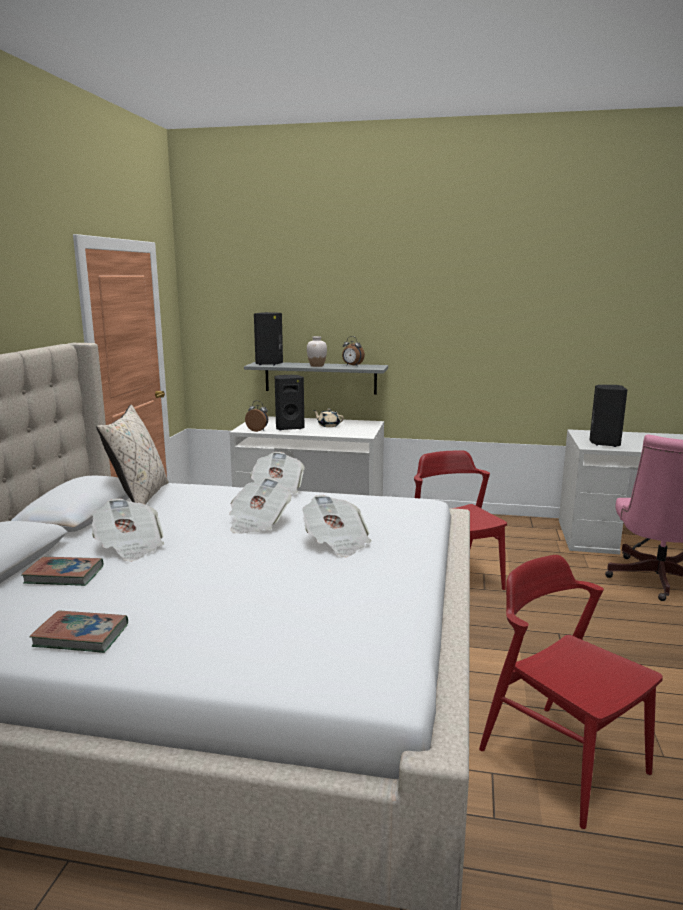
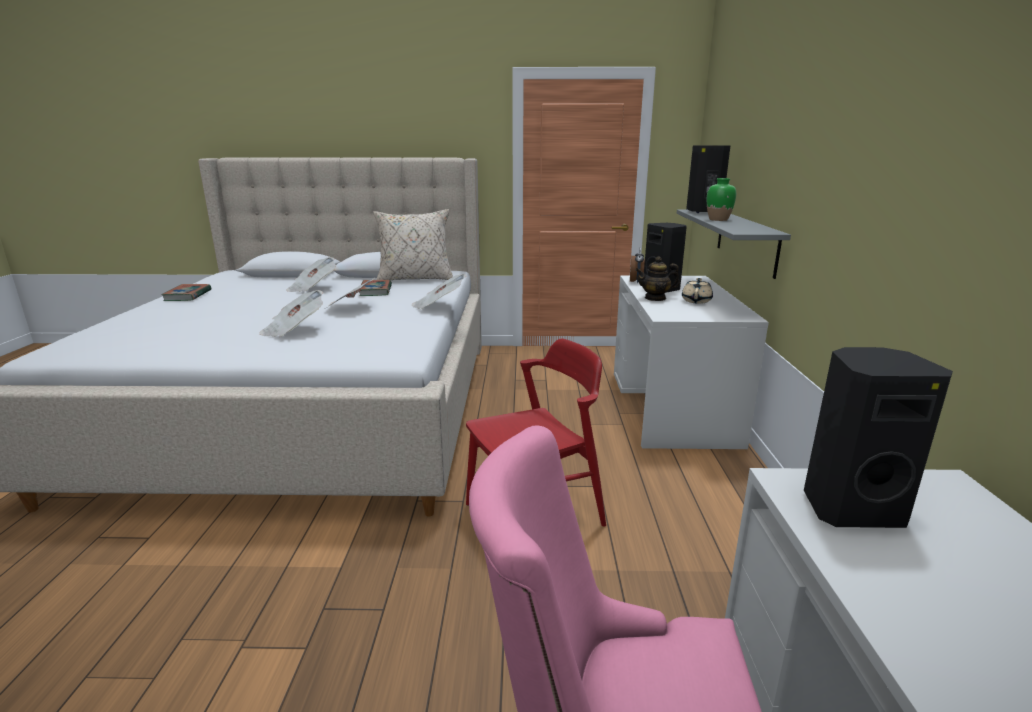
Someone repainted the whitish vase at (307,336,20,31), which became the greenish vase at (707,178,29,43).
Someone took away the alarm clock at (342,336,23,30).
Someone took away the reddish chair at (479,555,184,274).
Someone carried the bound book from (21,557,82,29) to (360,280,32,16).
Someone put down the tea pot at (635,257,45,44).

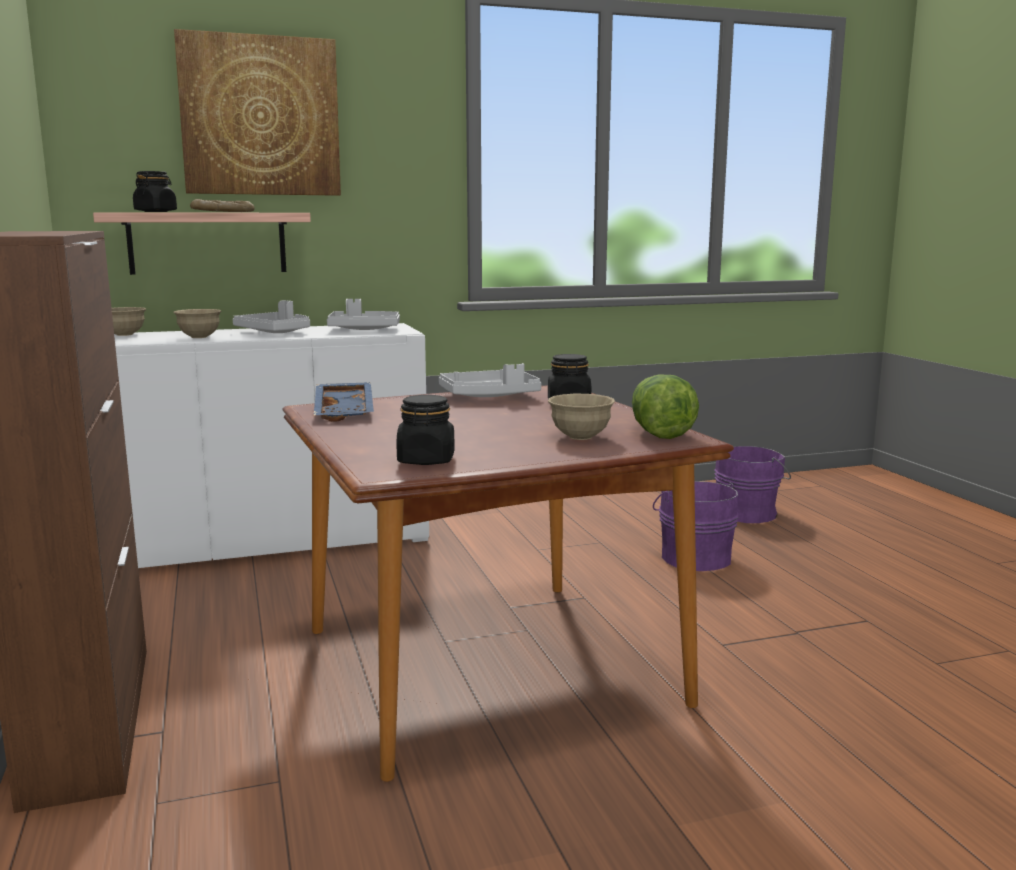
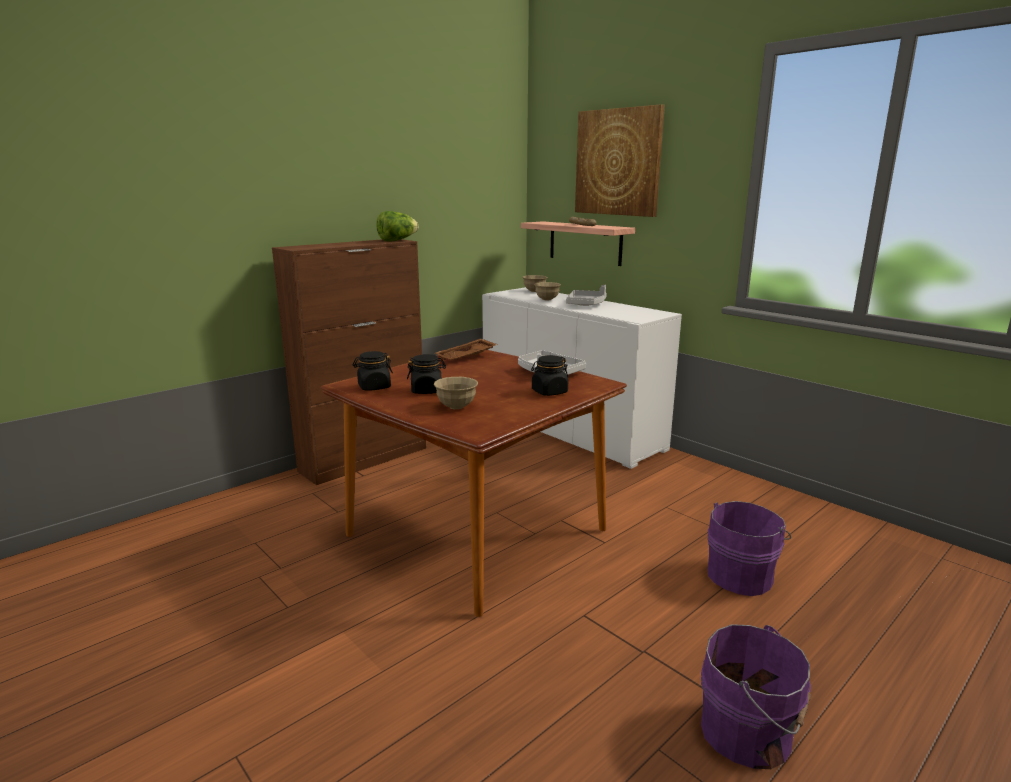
Someone carried the black-coloured storage jar from (133,171,44,41) to (407,354,39,40).
Someone took away the gray carrying tray at (327,299,73,31).
Someone carried the head of lettuce from (632,375,67,64) to (376,211,42,30).
Someone repainted the blue-coloured carrying tray at (314,382,60,40), which became the brownish carrying tray at (435,339,63,21).
Someone carried the purple bucket from (714,443,77,80) to (701,624,110,145).

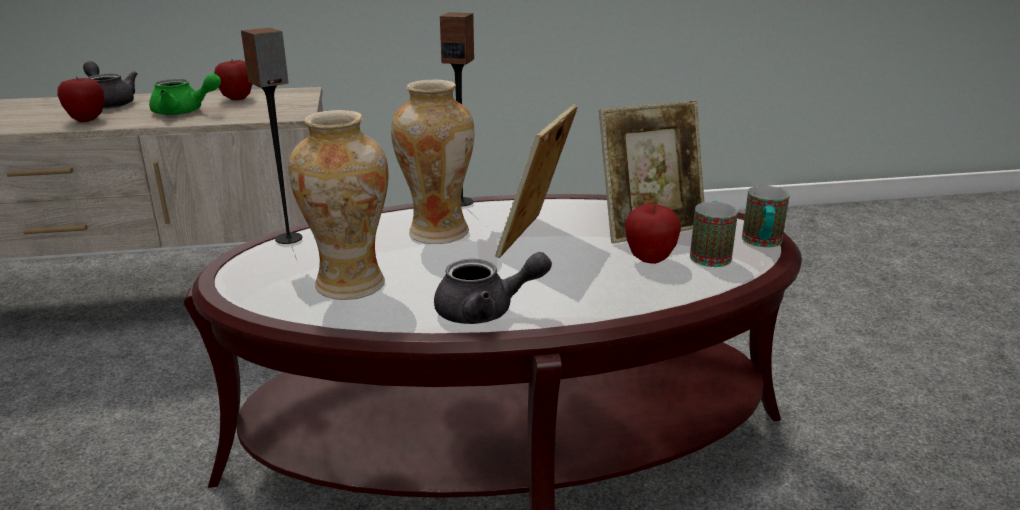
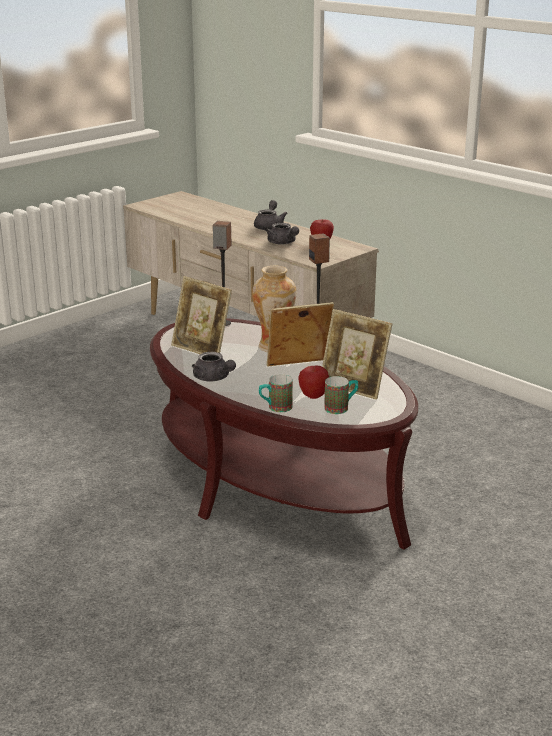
Someone repainted the greenish tea pot at (149,73,72,42), which became the gray tea pot at (266,223,33,22).
Someone took away the whole apple at (57,76,48,46).
Someone swapped the vase at (288,110,101,190) for the photo frame at (171,276,61,78).
Someone carried the tea mug from (742,186,48,61) to (259,374,34,38).

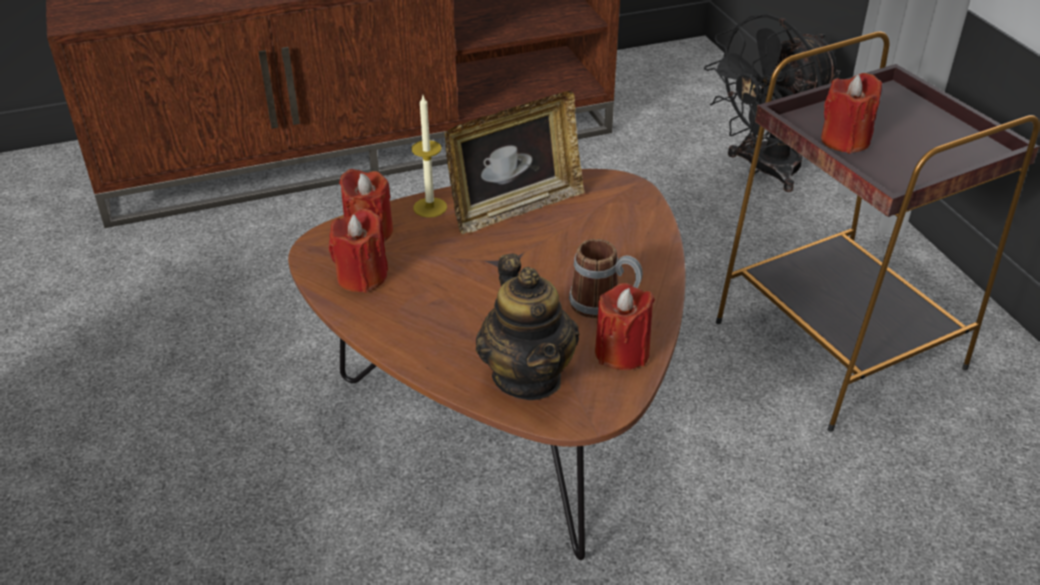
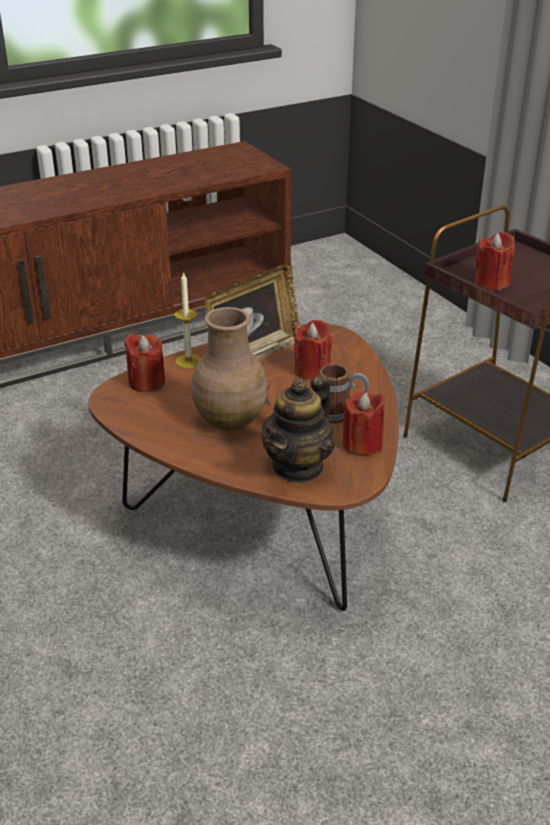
Someone took away the black-coloured cooling fan at (704,14,137,178).
Someone carried the reddish wax light from (329,209,59,84) to (294,320,38,60).
Someone rotated the tea pot at (476,254,103,146) by 60 degrees clockwise.
Someone put down the brownish vase at (192,307,76,124).

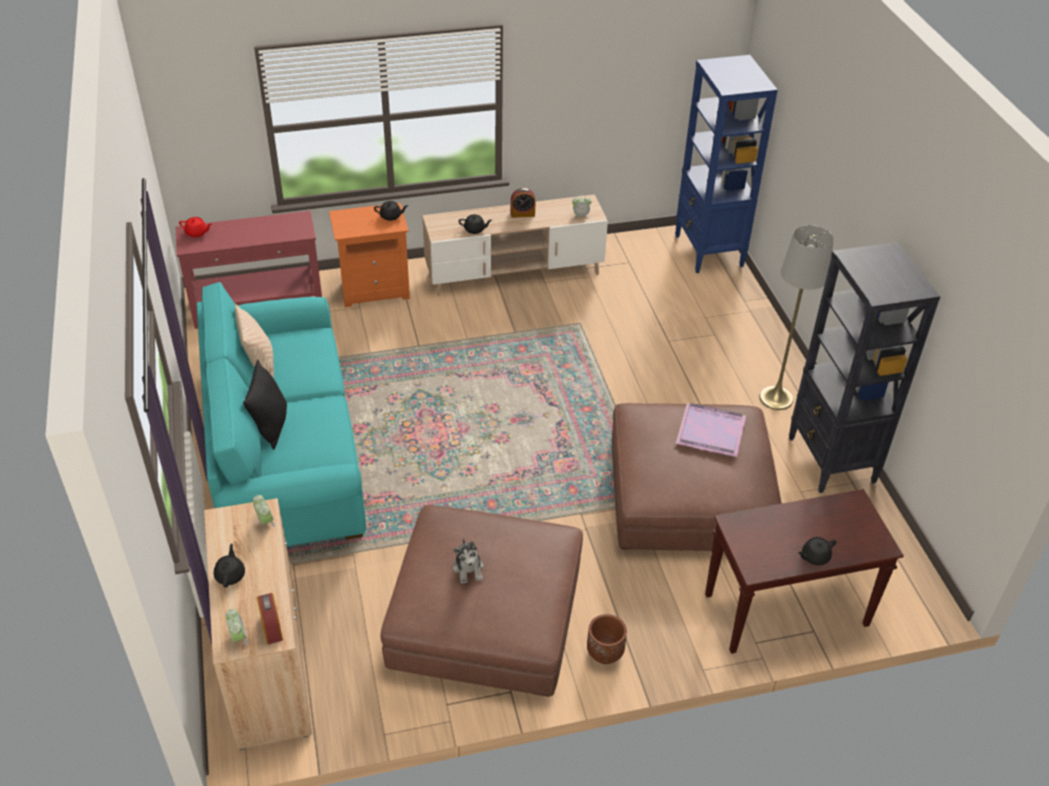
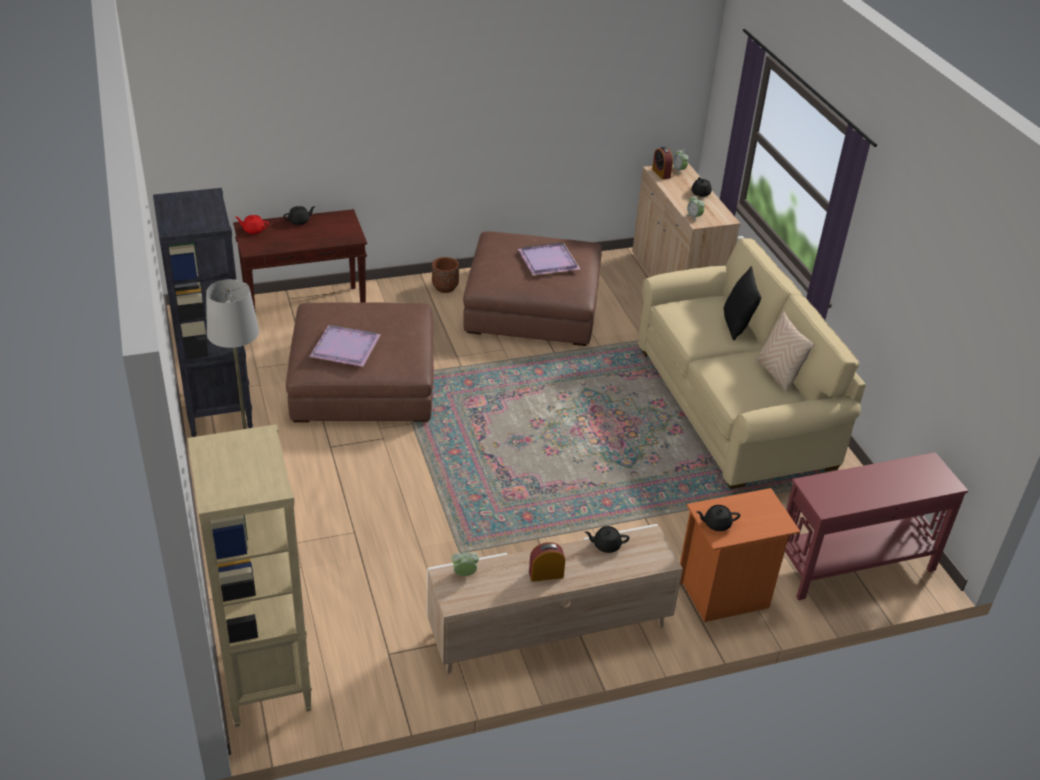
Someone repainted the blue-coloured bookshelf at (675,55,103,218), which became the beige-coloured bookshelf at (188,424,124,303).
Someone carried the reddish tea pot from (179,217,33,20) to (236,215,33,19).
Someone repainted the turquoise-coloured settee at (197,282,169,264), which became the beige-coloured settee at (638,238,228,251).
Someone swapped the cuddly toy at (453,538,31,46) for the purple carrying tray at (518,242,62,33).

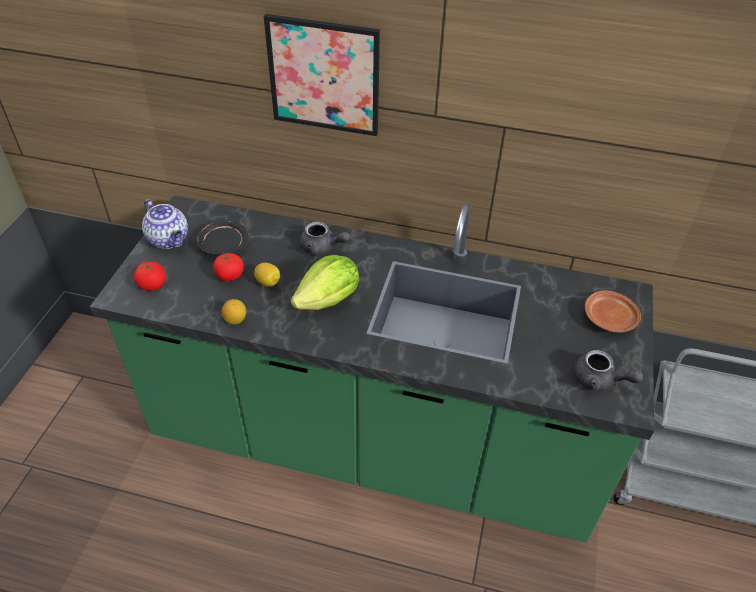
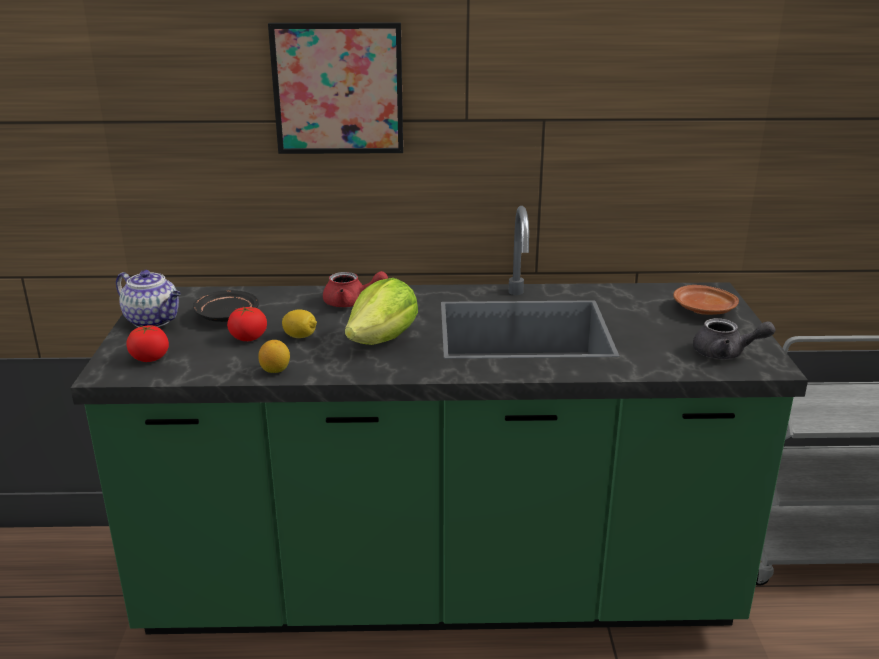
Someone repainted the gray tea pot at (300,221,50,33), which became the reddish tea pot at (323,271,65,36).

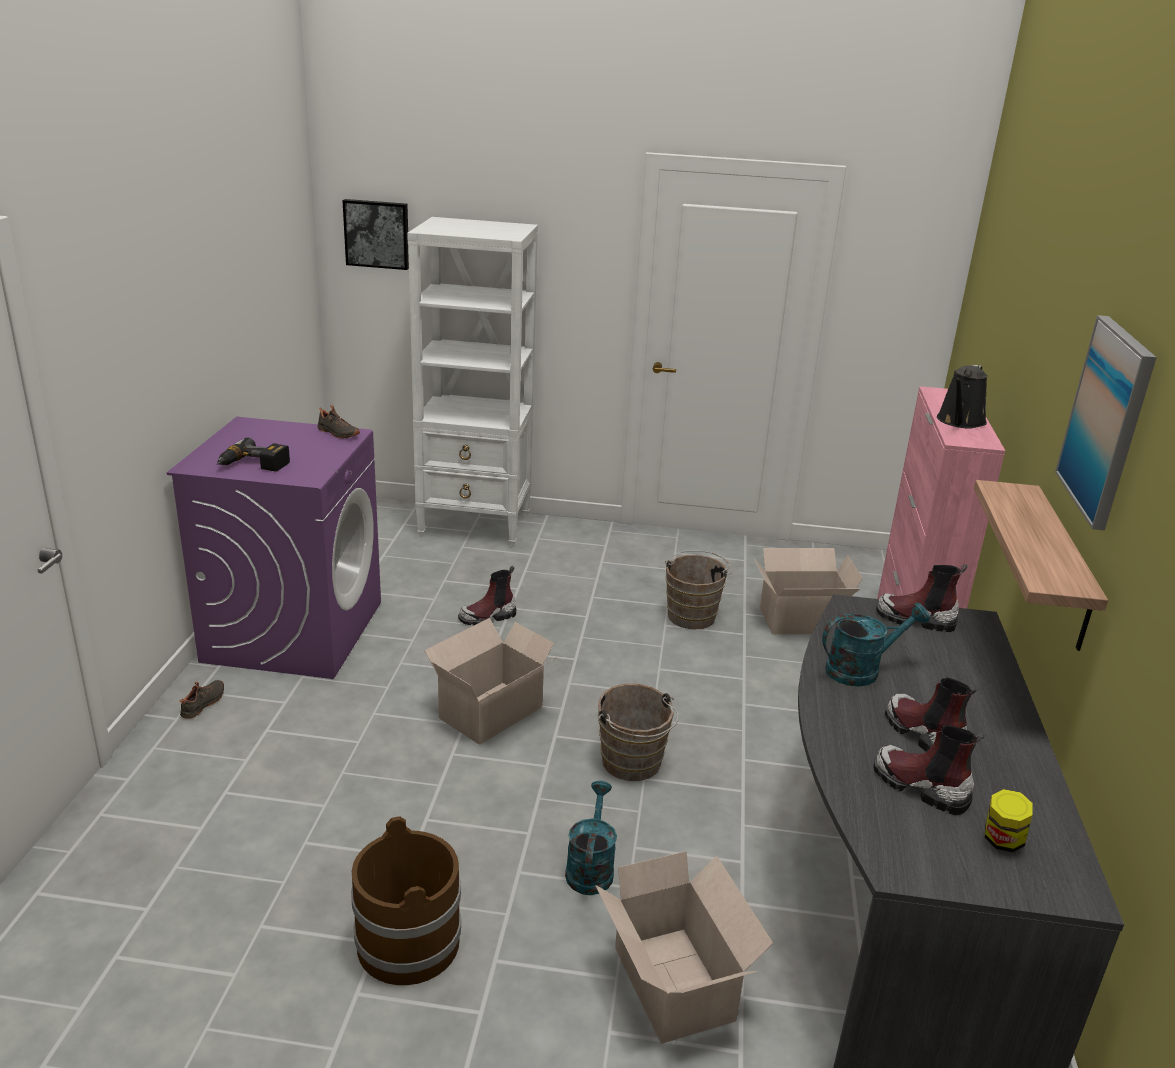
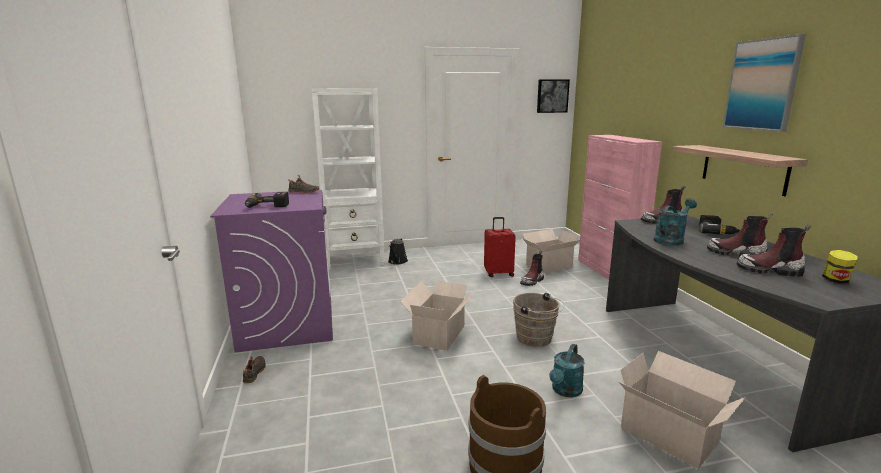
Someone carried the picture from (342,199,67,71) to (537,79,33,34).
Someone carried the black-coloured watering can from (937,365,50,64) to (388,238,20,27).
Someone swapped the brownish bucket at (665,550,67,79) for the reddish suitcase at (484,217,32,60).
Someone carried the boot from (458,566,58,59) to (520,251,24,35).
Someone rotated the turquoise-coloured watering can at (565,781,52,114) by 135 degrees counterclockwise.
Someone put down the drill at (699,215,41,19).

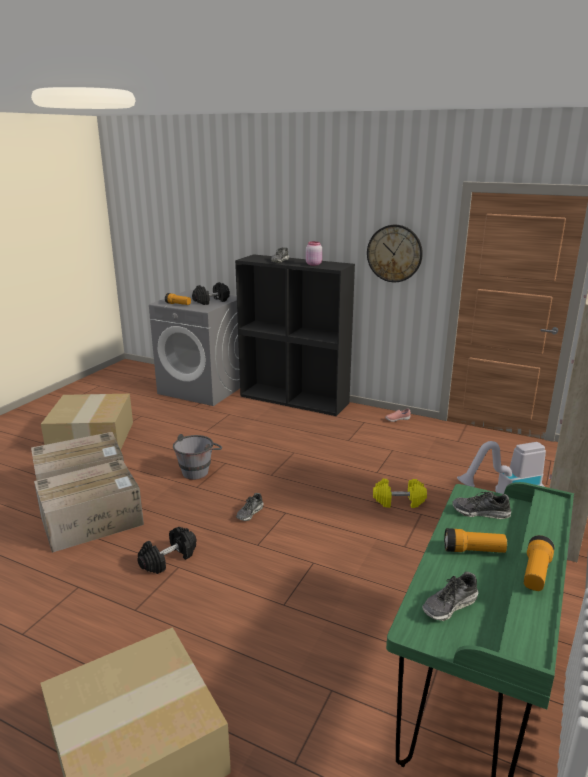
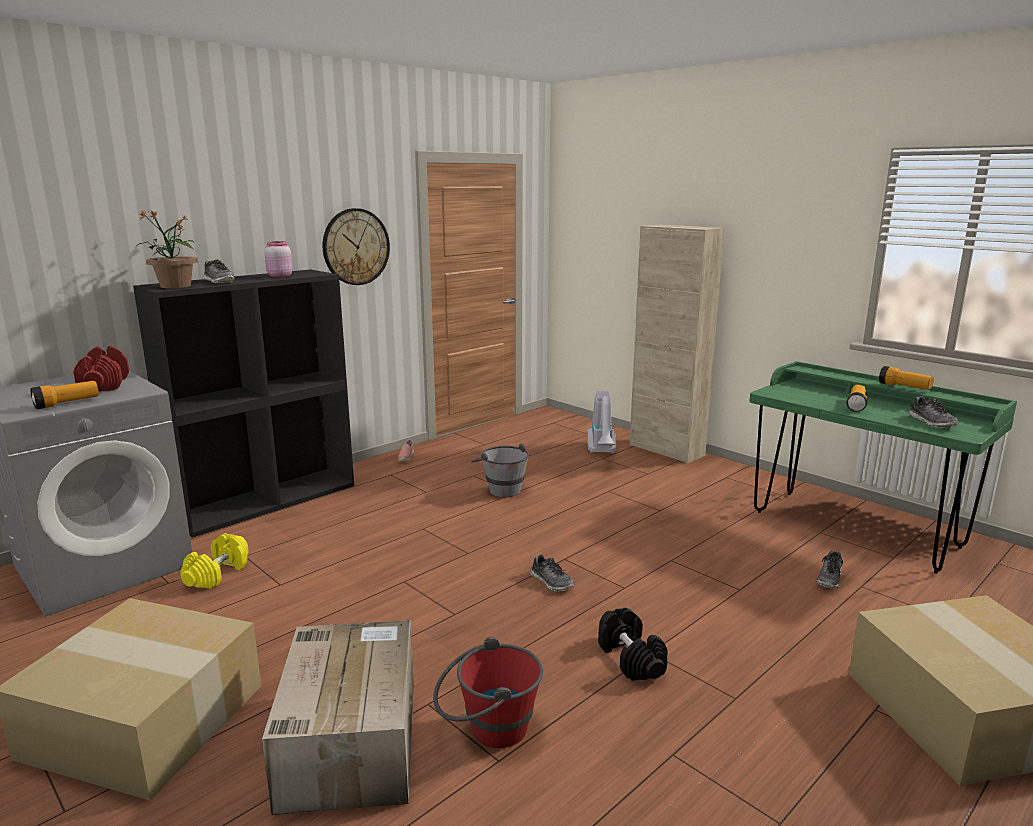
Someone repainted the black-coloured hand weight at (192,282,38,23), which became the reddish hand weight at (73,346,56,45).
Someone carried the gray bucket from (173,434,49,46) to (471,443,58,54).
Someone swapped the carton at (34,459,110,94) for the reddish bucket at (433,637,110,111).
Someone carried the yellowish hand weight from (373,479,54,29) to (180,533,69,56).
Someone carried the shoe from (452,492,59,27) to (816,551,27,38).
Someone put down the plant in a pot at (136,211,62,77).

